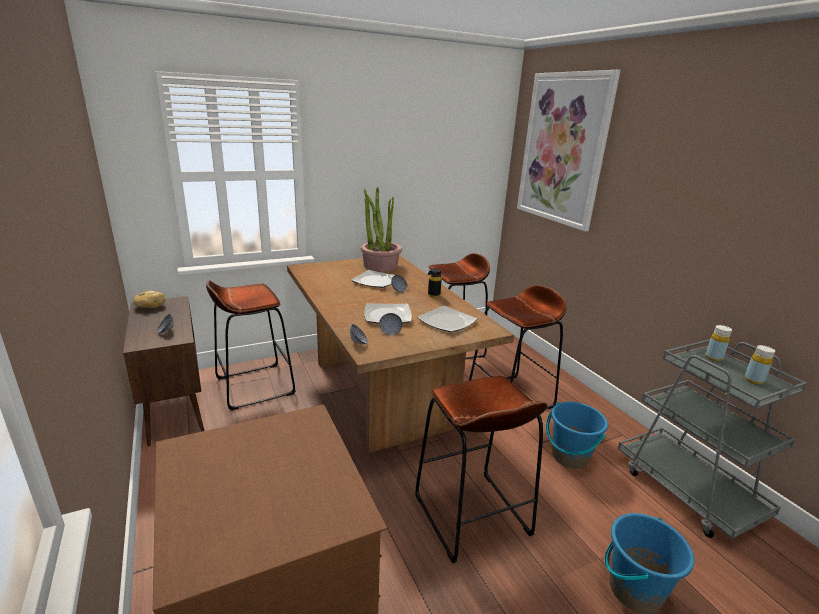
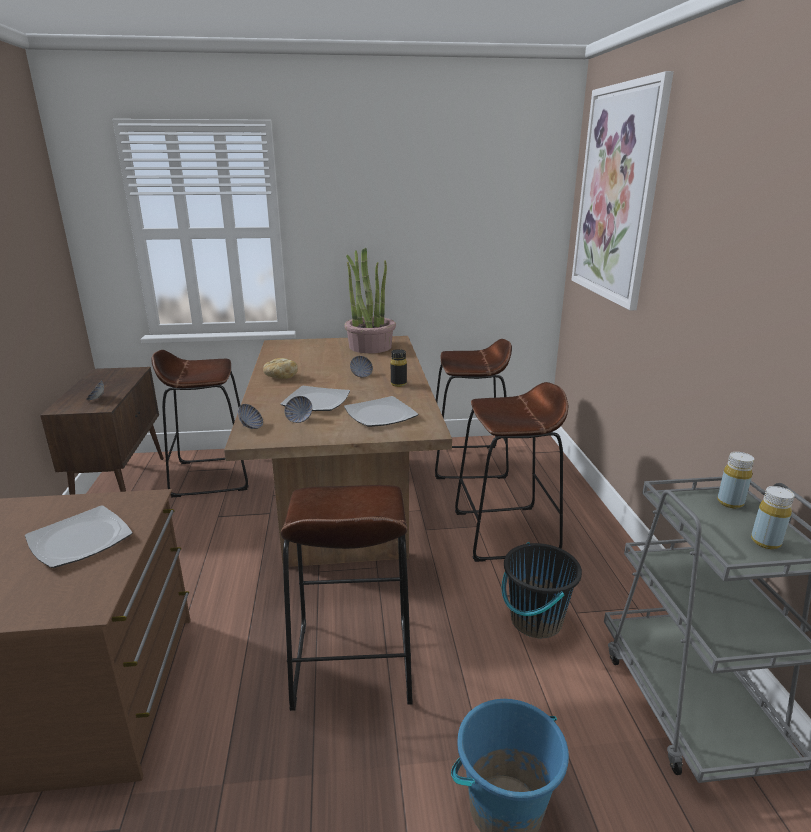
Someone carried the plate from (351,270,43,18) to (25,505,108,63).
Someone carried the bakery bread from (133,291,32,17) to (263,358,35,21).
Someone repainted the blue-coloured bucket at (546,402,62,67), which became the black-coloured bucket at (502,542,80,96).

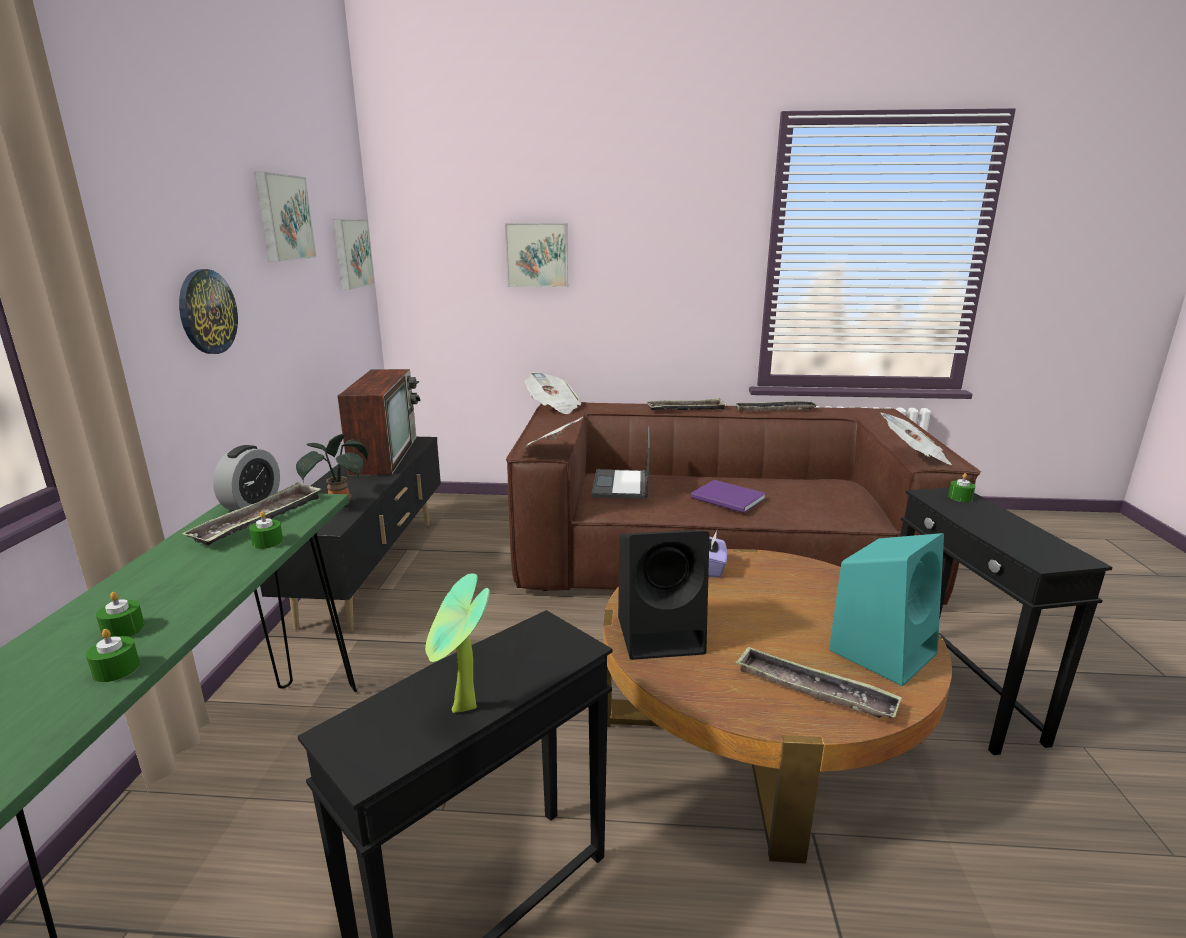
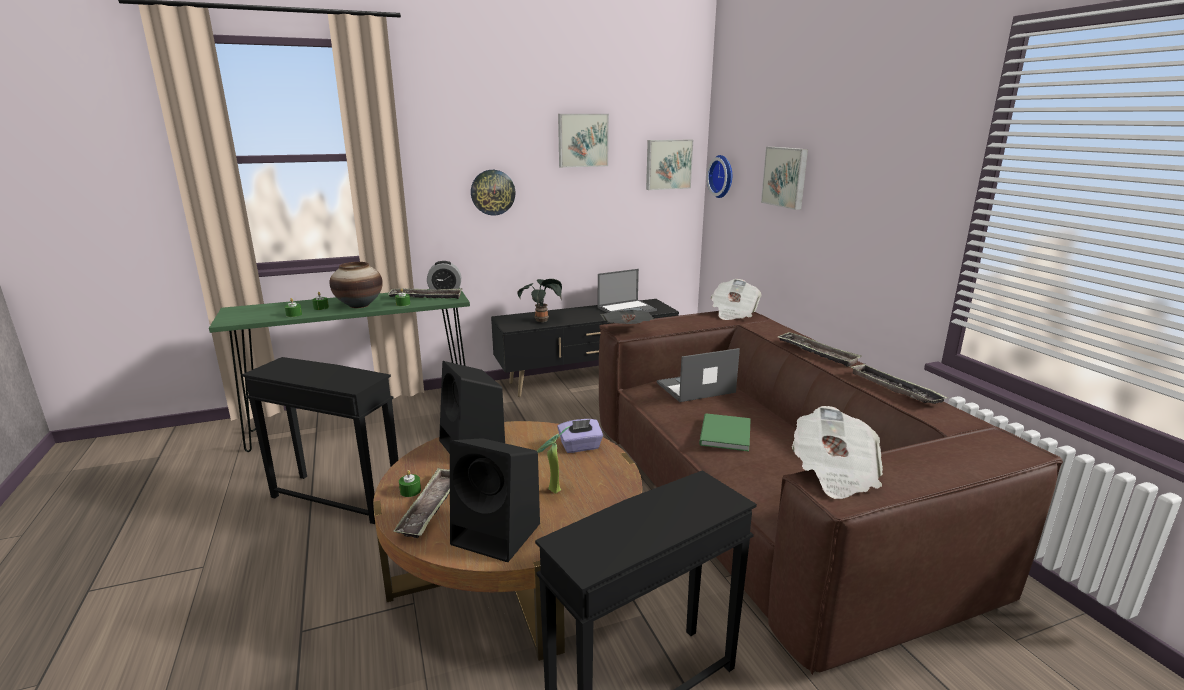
Someone swapped the TV at (337,369,84,107) for the laptop at (598,269,59,44).
Someone carried the greenish wax light from (948,473,27,29) to (399,470,22,27).
Someone repainted the purple bound book at (691,480,75,33), which became the greenish bound book at (699,413,52,39).
Someone repainted the turquoise-coloured audio speaker at (829,533,115,153), which became the black-coloured audio speaker at (450,438,90,124).
Someone carried the plant in a pot from (425,574,65,139) to (537,426,33,68).
Someone put up the wall clock at (707,155,25,43).
Someone put down the vase at (329,262,54,46).

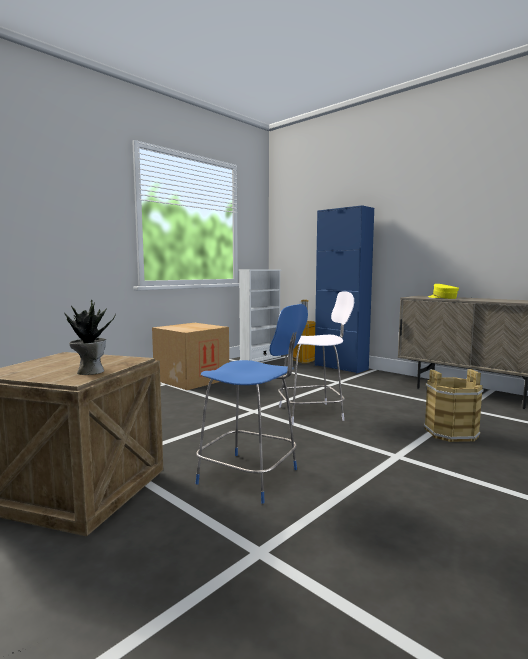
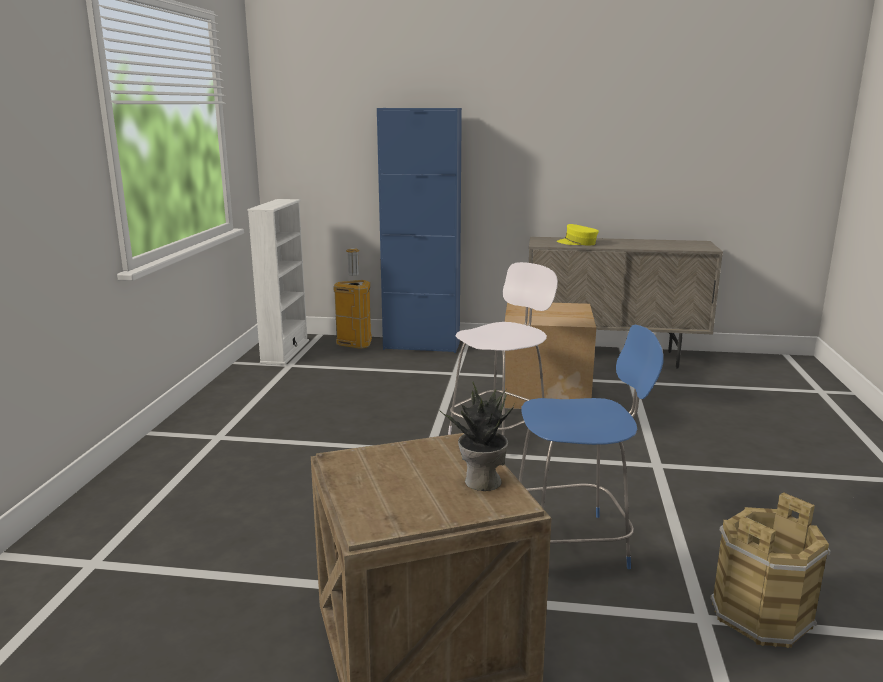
Someone carried the carton from (152,323,77,67) to (502,302,94,107).
Someone carried the brownish bucket from (423,369,61,73) to (710,492,121,156).

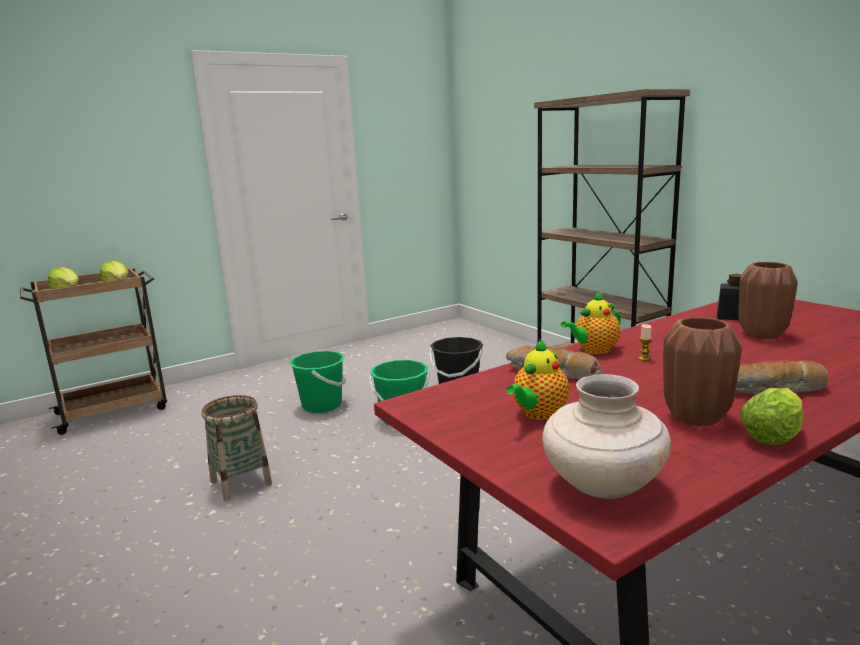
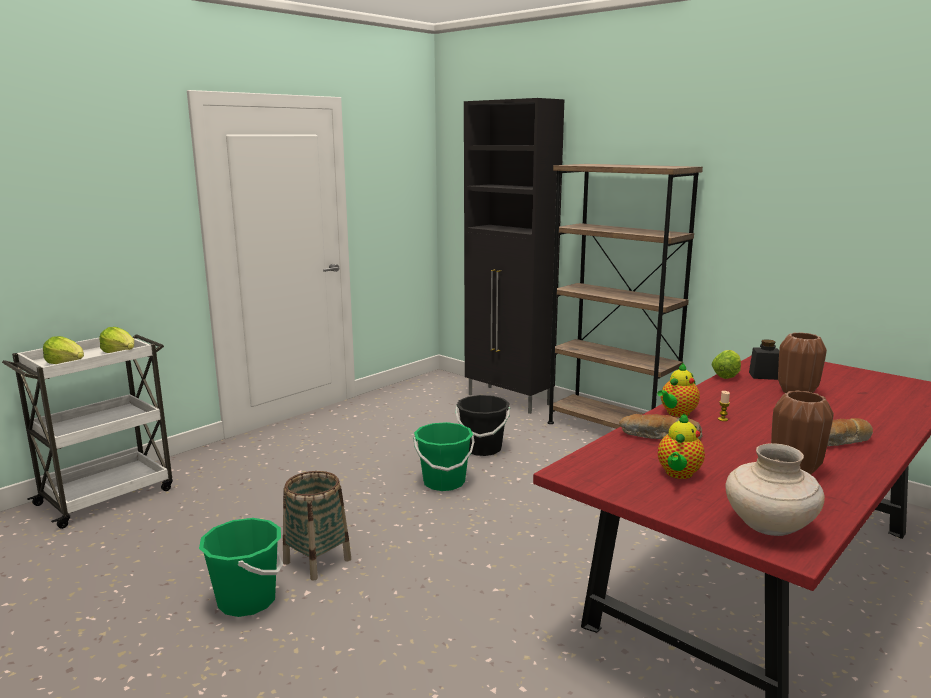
Someone repainted the brownish cart at (20,268,147,167), which became the whitish cart at (2,334,171,195).
Someone carried the greenish bucket from (289,351,57,62) to (199,518,84,99).
Someone carried the head of lettuce from (740,388,63,57) to (711,350,30,29).
Someone put down the black-coloured cabinet at (464,98,100,316).

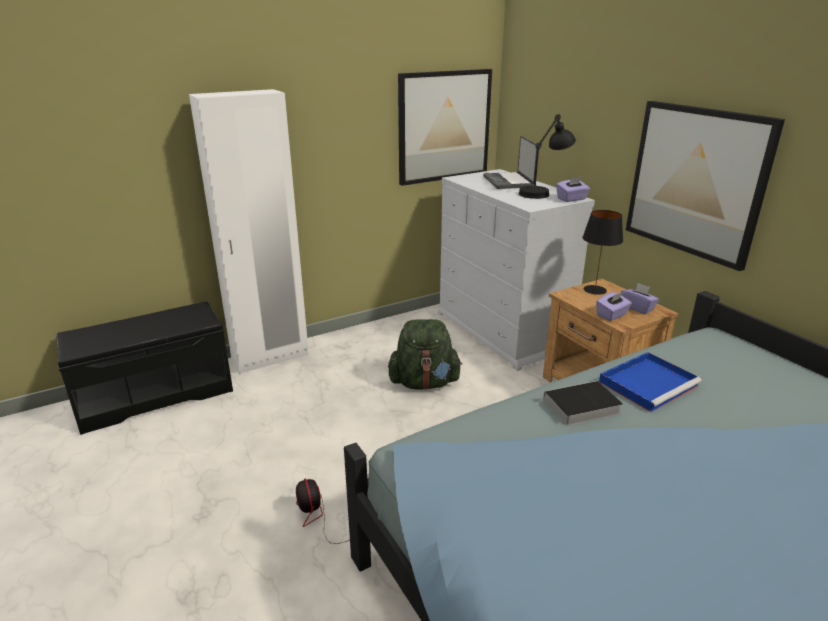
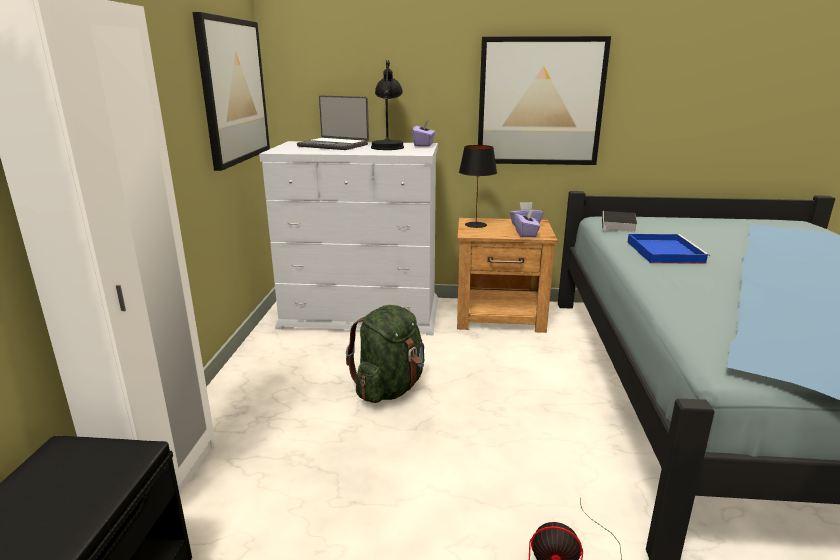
Someone carried the bound book from (535,381,88,45) to (602,211,35,21).

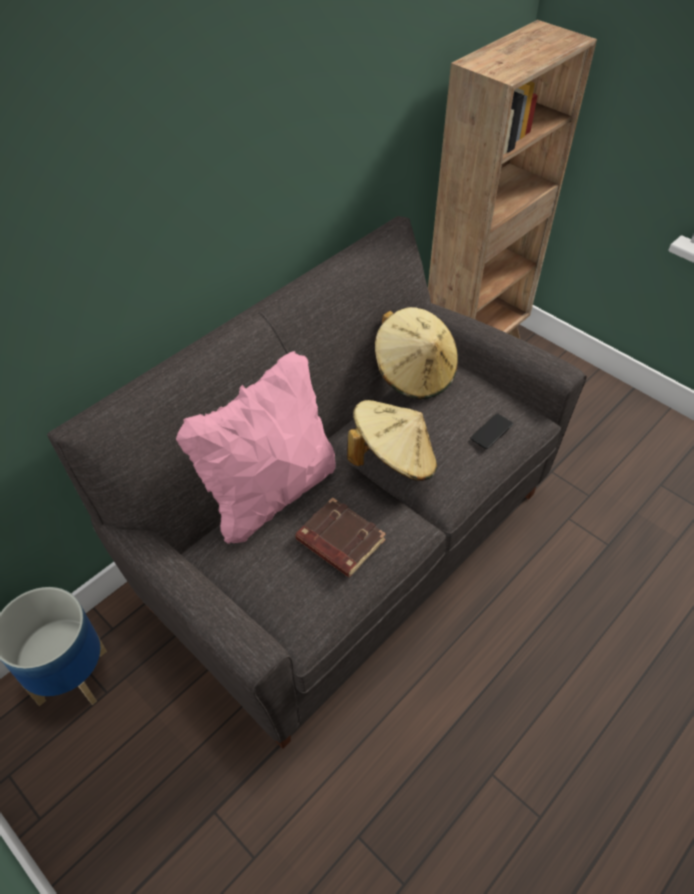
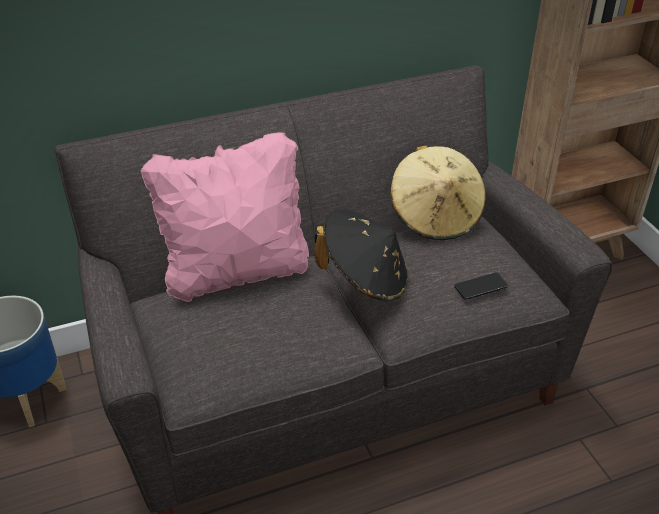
Someone repainted the beige-coloured clothing hat at (347,400,90,81), which became the black-coloured clothing hat at (315,209,93,92).
Someone took away the brownish bound book at (295,497,91,80).

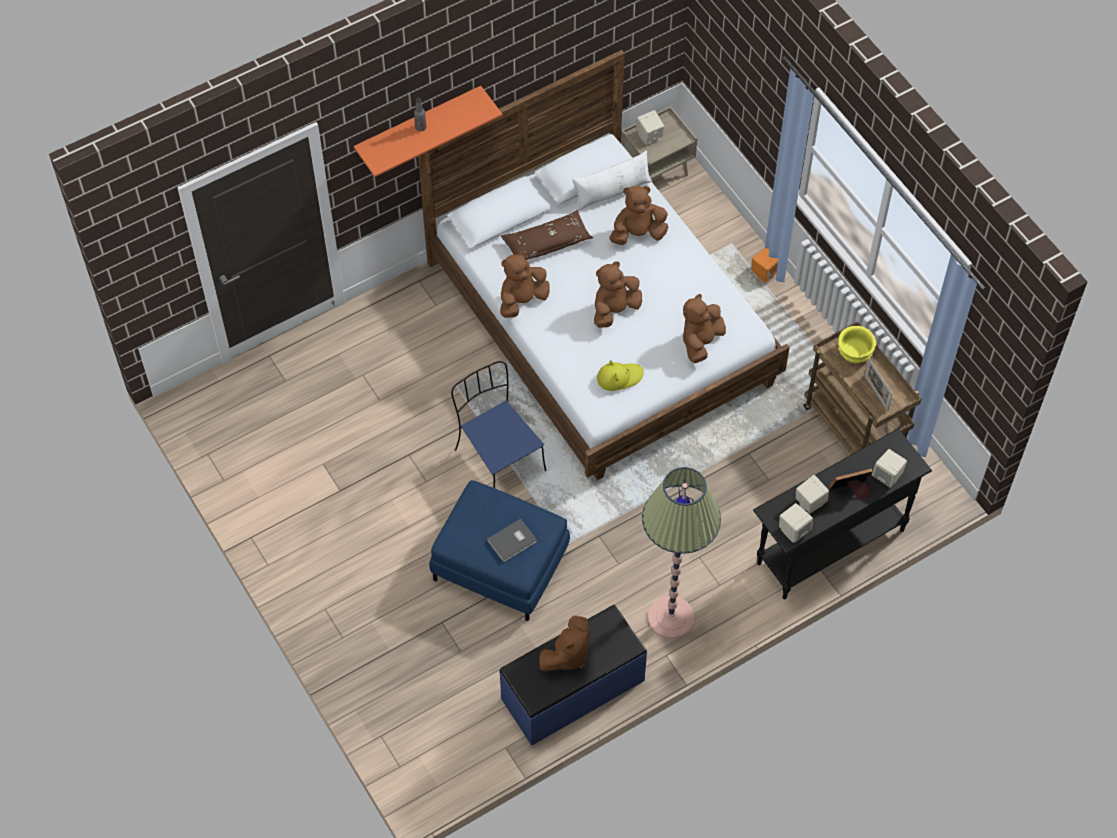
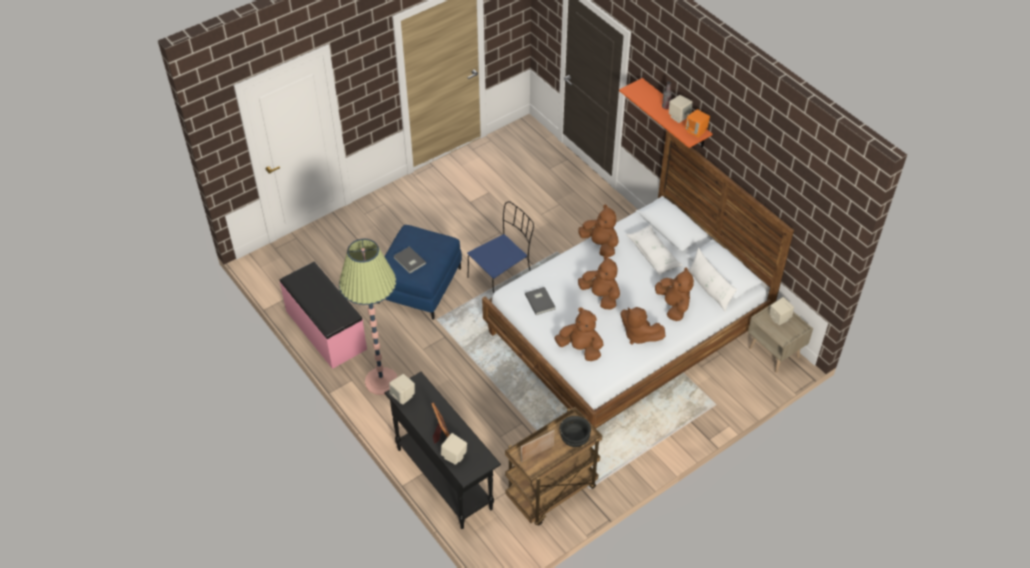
Someone repainted the brownish throw pillow at (501,210,92,50), which became the whitish throw pillow at (626,225,57,50).
Someone carried the orangey audio speaker from (752,248,27,35) to (685,109,25,29).
Someone repainted the yellowish deep dish at (838,326,38,38), which became the black-coloured deep dish at (560,416,31,31).
Someone swapped the yellowish clothing hat at (597,360,47,31) for the gray bound book at (525,287,30,28).
Someone carried the beige-coloured audio speaker from (795,475,34,38) to (669,95,23,28).
Someone repainted the blue-coloured bench at (499,605,148,141), which became the pink-coloured bench at (280,262,87,107).
Someone carried the brownish cuddly toy from (539,616,52,55) to (620,307,45,38).

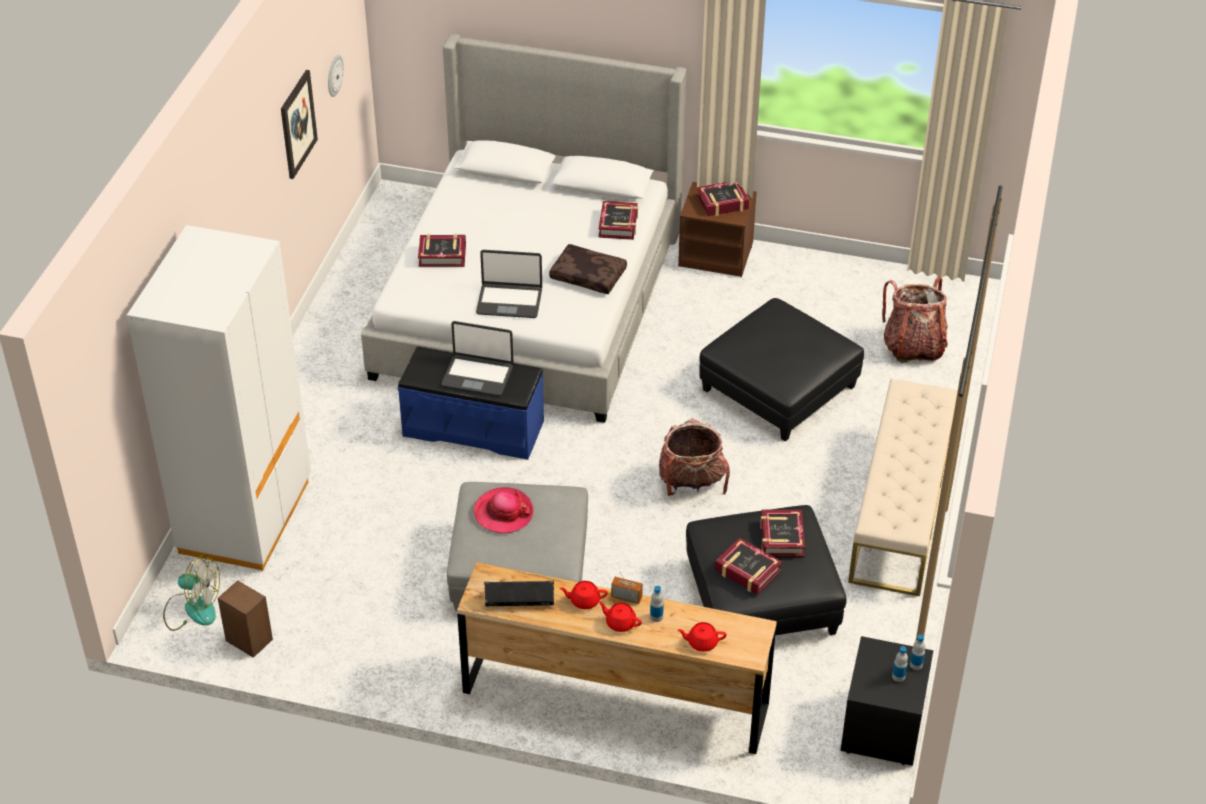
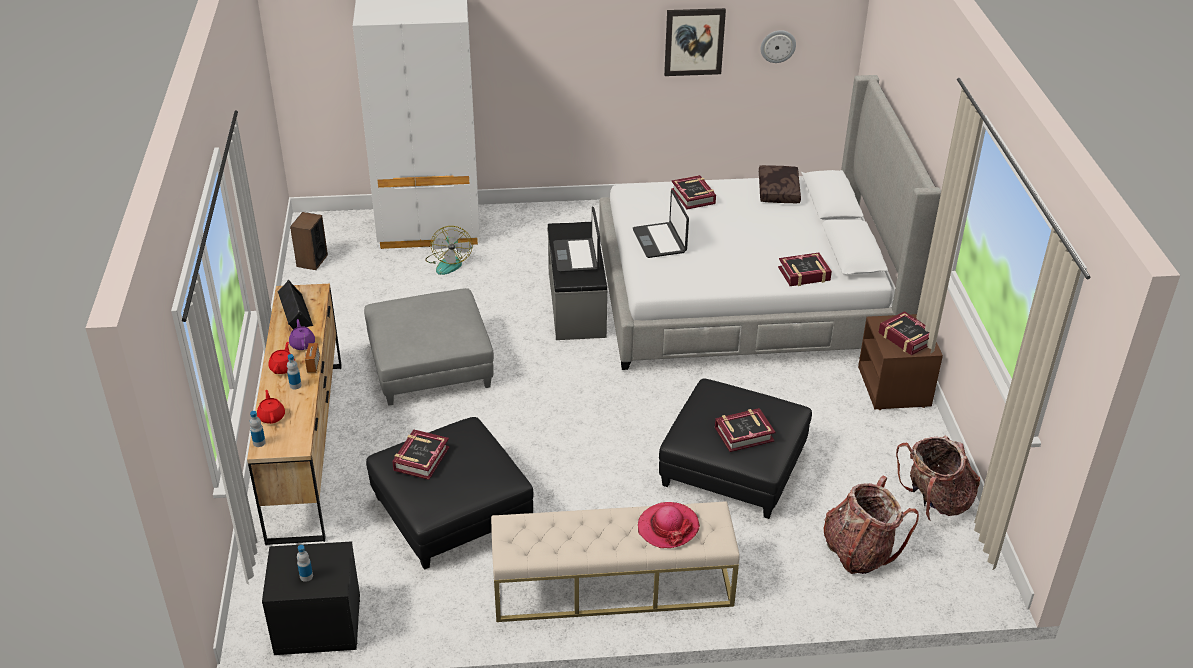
Someone carried the brownish throw pillow from (549,244,78,50) to (759,165,42,38).
Someone repainted the blue-coloured bench at (398,346,146,114), which became the gray bench at (547,222,61,118).
Someone carried the knapsack from (659,418,71,78) to (896,436,84,85).
Someone carried the clothing hat from (474,487,60,47) to (638,502,62,46).
Someone carried the bound book from (760,510,45,47) to (715,408,60,44).
Someone carried the cooling fan from (163,555,57,76) to (425,226,47,49).
Someone repainted the reddish tea pot at (559,581,49,28), which became the purple tea pot at (289,319,26,31).
Someone carried the drink bottle from (910,634,15,36) to (250,411,16,36).

